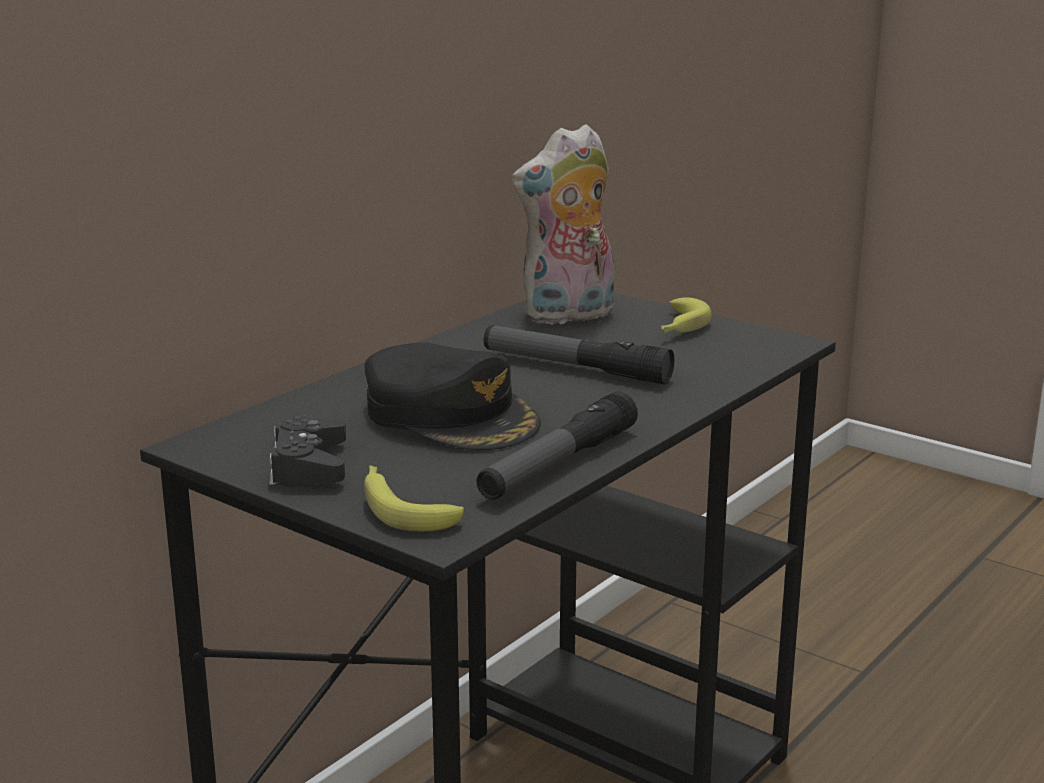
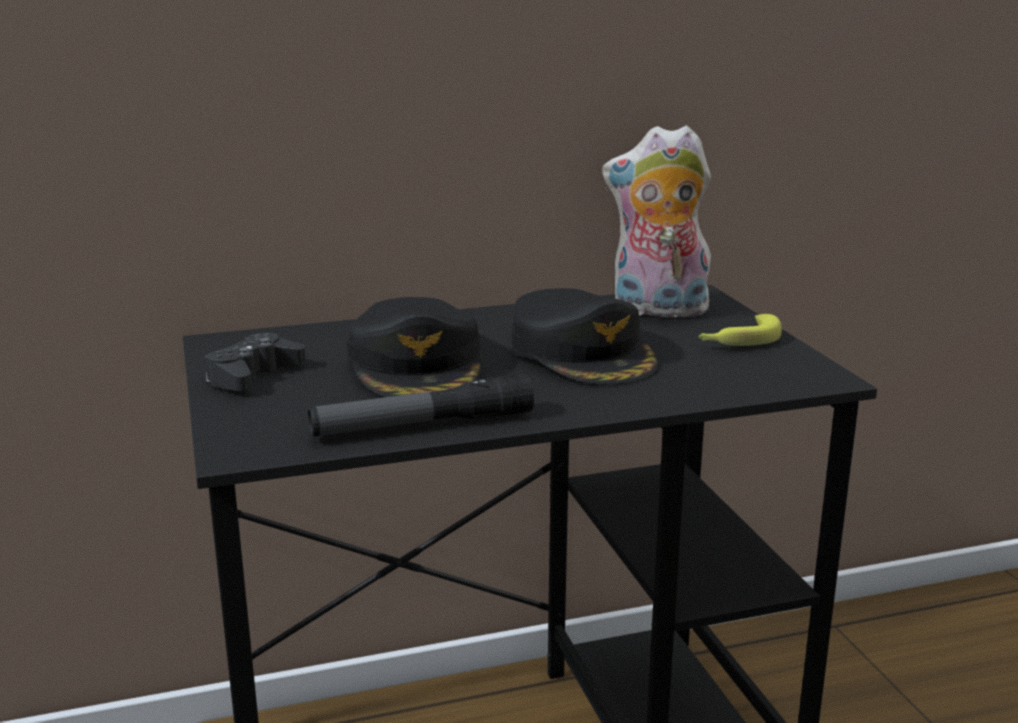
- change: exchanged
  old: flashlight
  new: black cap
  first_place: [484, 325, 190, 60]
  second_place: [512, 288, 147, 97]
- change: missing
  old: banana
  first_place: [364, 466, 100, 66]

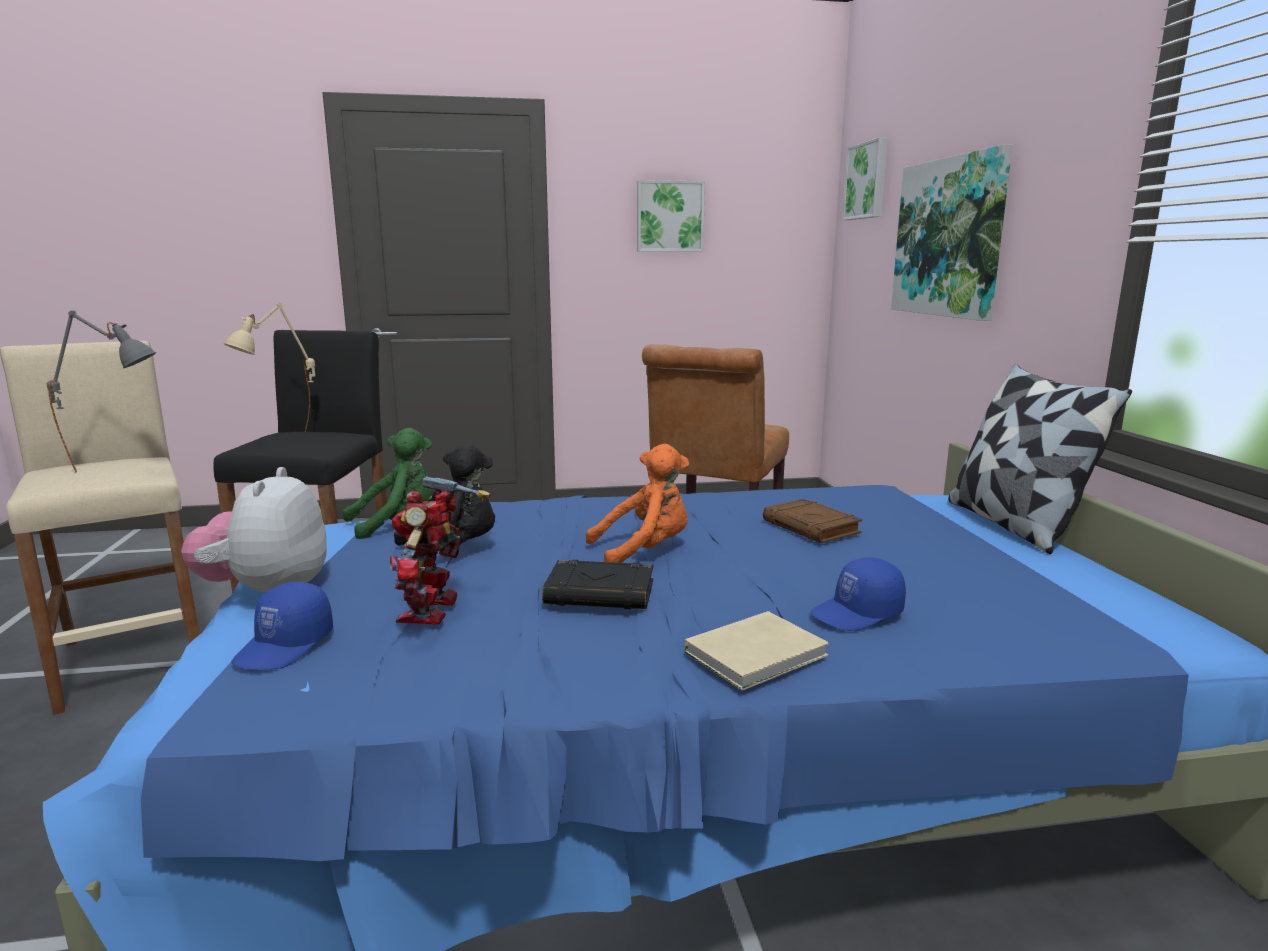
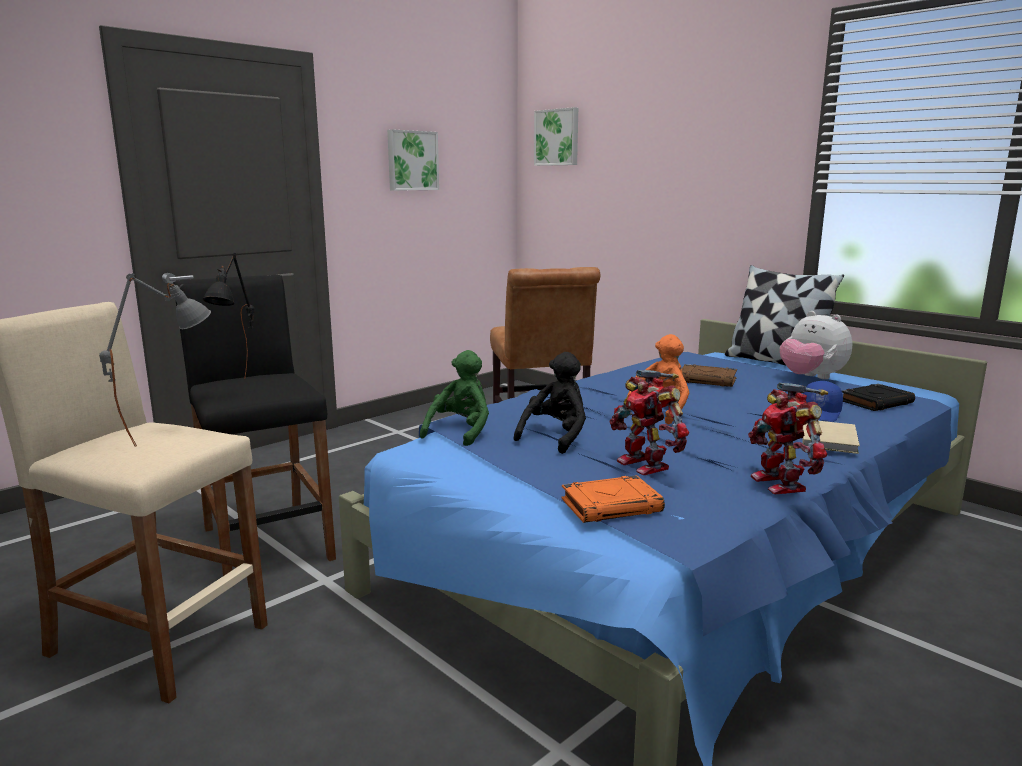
- change: missing
  old: picture
  first_place: [891, 144, 122, 177]
- change: colour
  old: beige table lamp
  new: black table lamp
  first_place: [224, 303, 91, 130]
  second_place: [203, 252, 52, 127]
- change: relocated
  old: plush toy
  first_place: [181, 467, 146, 125]
  second_place: [780, 311, 72, 68]
- change: relocated
  old: black book
  first_place: [542, 560, 111, 49]
  second_place: [842, 384, 73, 27]
- change: exchanged
  old: blue cap
  new: orange book
  first_place: [231, 582, 102, 88]
  second_place: [561, 475, 104, 48]
- change: appeared
  new: toy robot
  second_place: [748, 383, 80, 111]

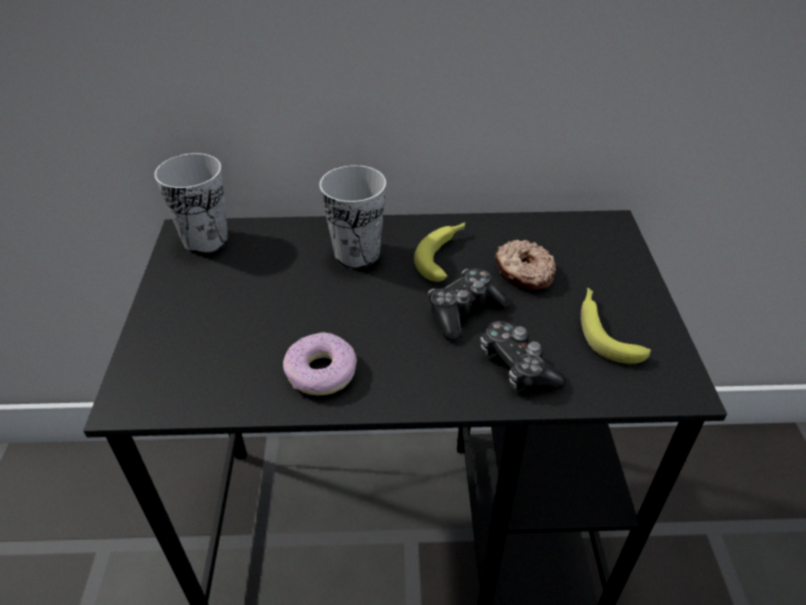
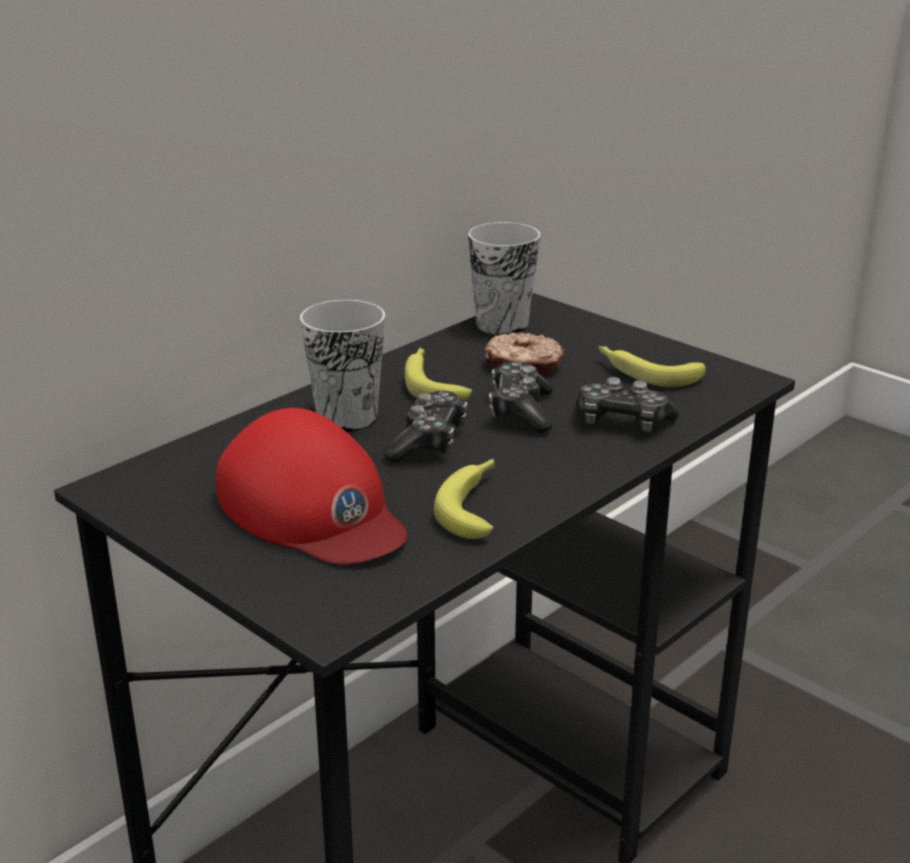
- change: relocated
  old: cup
  first_place: [154, 153, 74, 101]
  second_place: [468, 222, 72, 113]
- change: exchanged
  old: donut
  new: banana
  first_place: [283, 332, 74, 63]
  second_place: [434, 459, 61, 80]
- change: appeared
  new: game controller
  second_place: [384, 391, 83, 71]
- change: appeared
  new: red cap
  second_place: [216, 408, 192, 156]

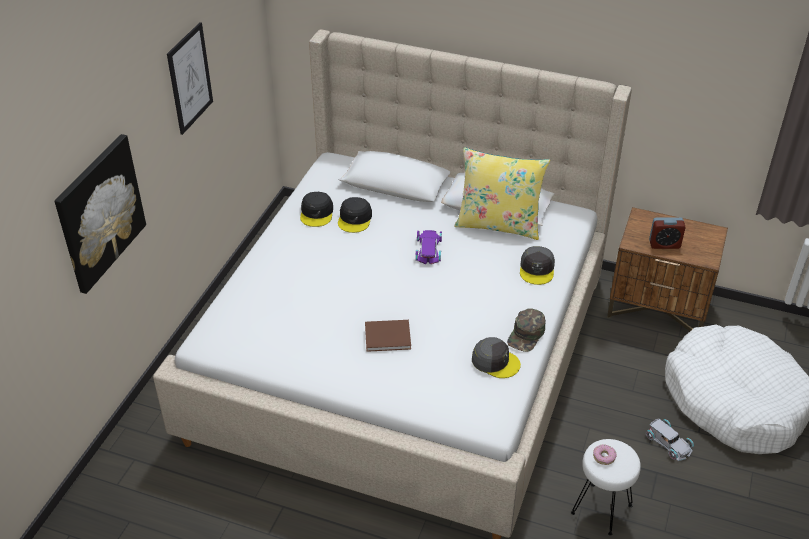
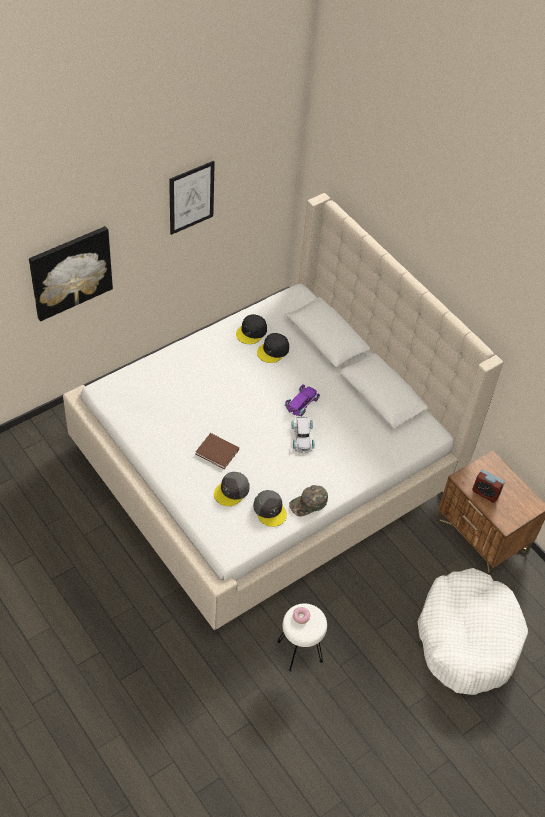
- change: missing
  old: yellow pillow
  first_place: [454, 147, 96, 93]
- change: relocated
  old: grey cap
  first_place: [520, 246, 35, 39]
  second_place: [214, 472, 35, 34]
- change: relocated
  old: white toy car
  first_place: [645, 419, 49, 42]
  second_place: [292, 416, 23, 37]

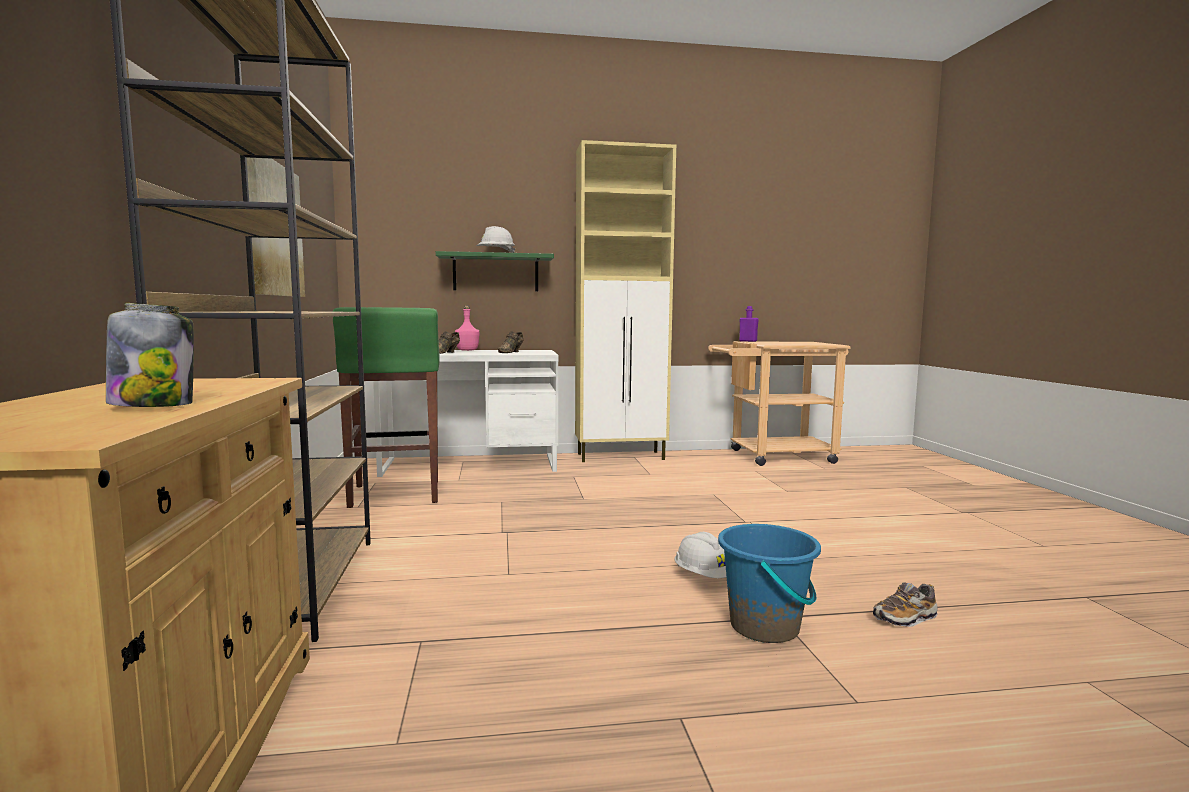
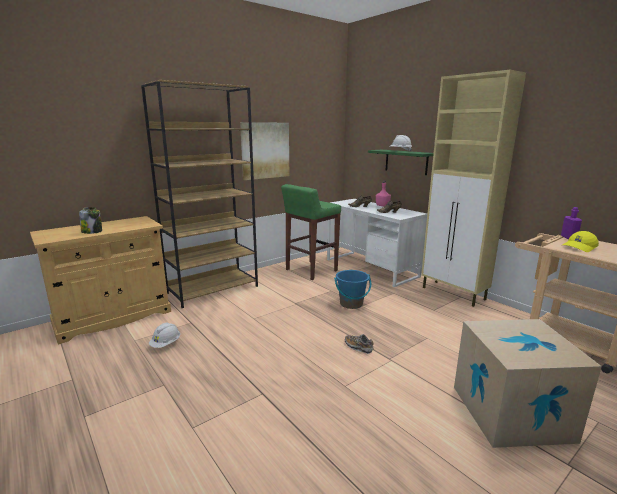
- change: relocated
  old: blue bucket
  first_place: [718, 524, 103, 119]
  second_place: [334, 270, 37, 39]
- change: relocated
  old: white hard hat
  first_place: [674, 532, 52, 46]
  second_place: [149, 323, 31, 25]
- change: relocated
  old: shoe
  first_place: [873, 582, 65, 45]
  second_place: [345, 334, 29, 20]
- change: appeared
  new: yellow cap
  second_place: [561, 231, 38, 21]
- change: appeared
  new: cardboard box
  second_place: [454, 319, 148, 129]

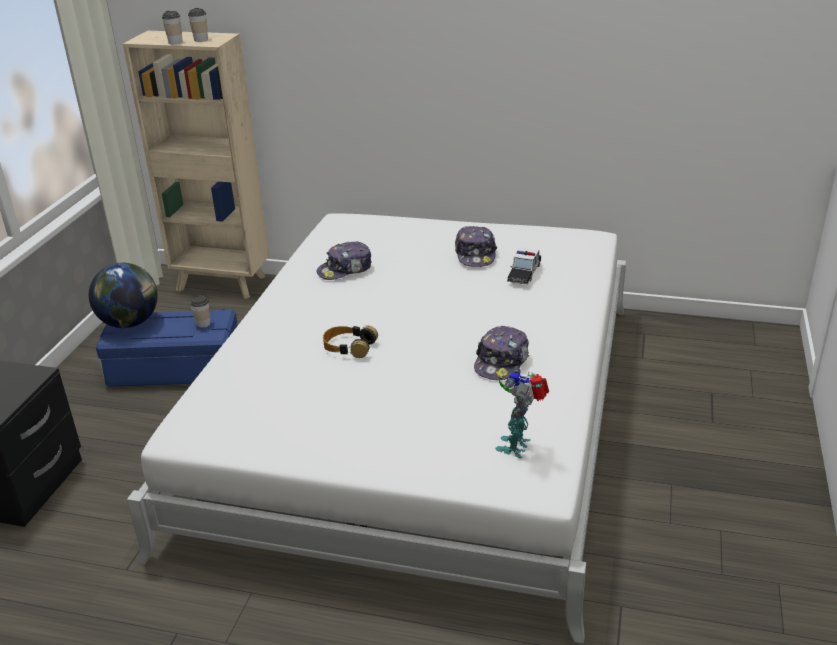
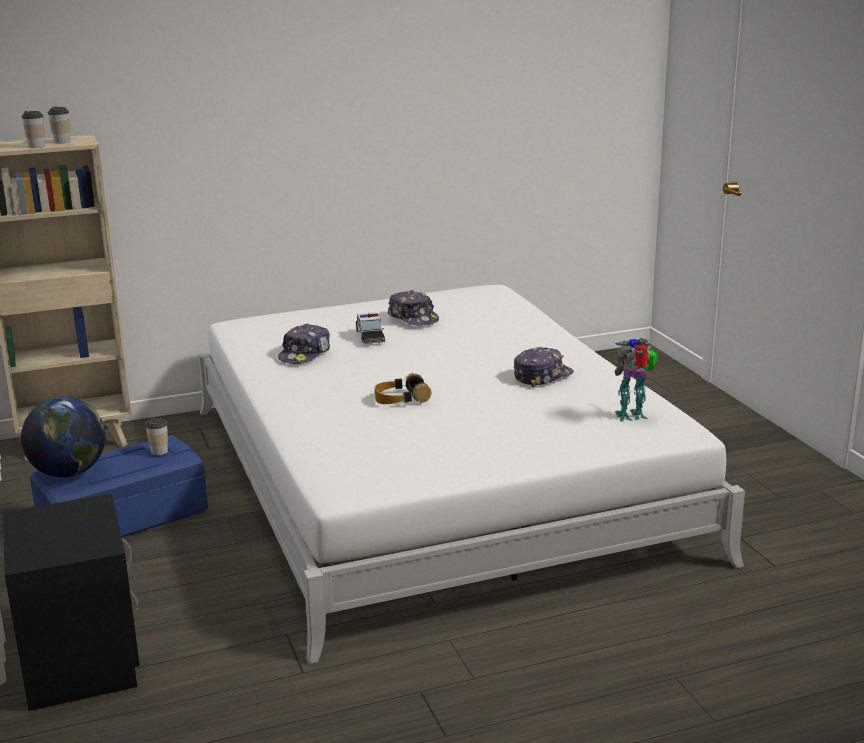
- change: relocated
  old: toy car
  first_place: [507, 247, 34, 37]
  second_place: [356, 312, 30, 32]
- change: spun
  old: cap
  first_place: [474, 326, 55, 54]
  second_place: [514, 347, 60, 40]
  degrees: -120
- change: spun
  old: toy robot
  first_place: [495, 366, 54, 93]
  second_place: [615, 338, 44, 84]
  degrees: 90

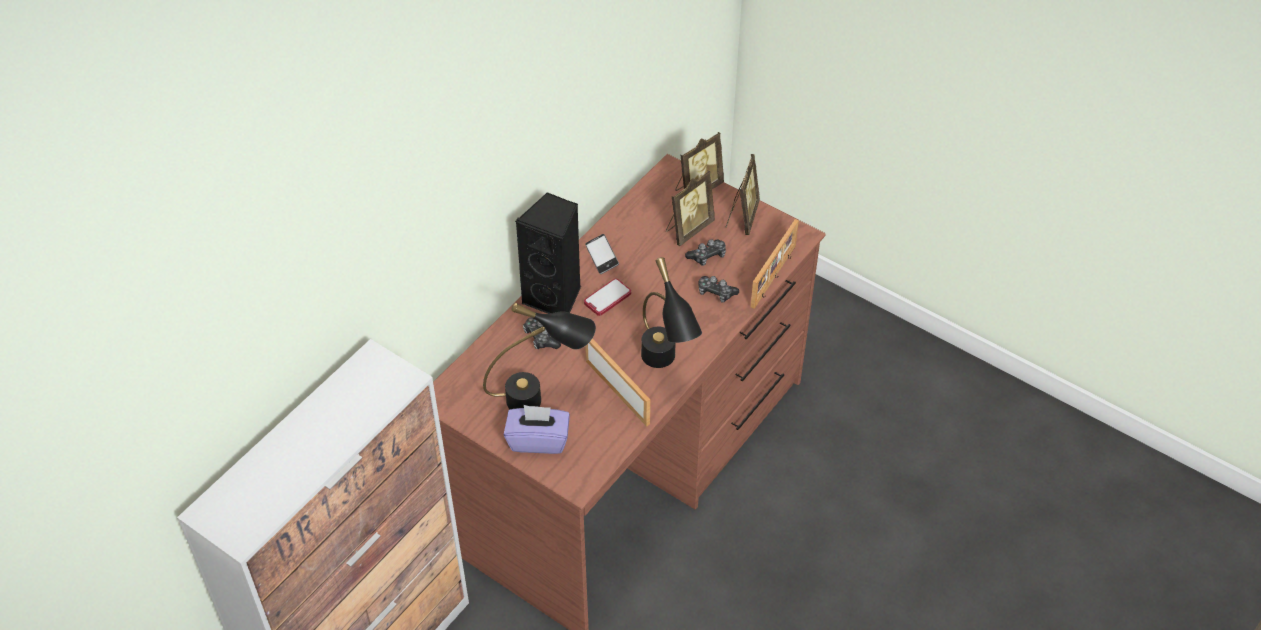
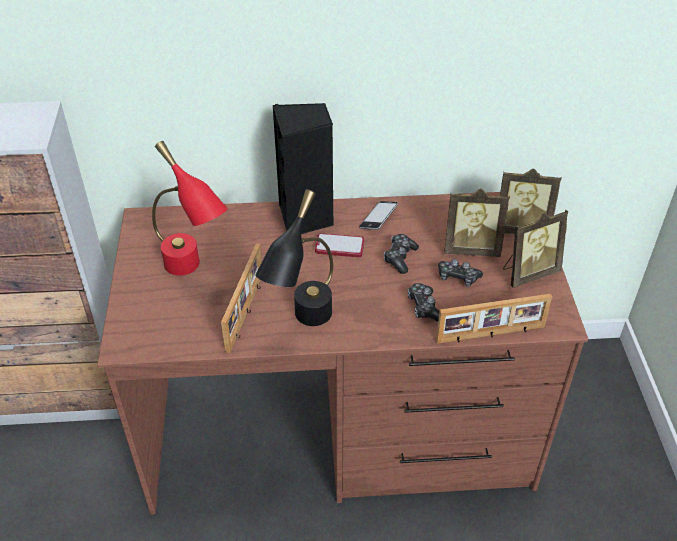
- change: colour
  old: black table lamp
  new: red table lamp
  first_place: [483, 303, 113, 106]
  second_place: [152, 141, 76, 135]
- change: relocated
  old: game controller
  first_place: [523, 317, 38, 32]
  second_place: [384, 234, 35, 40]
- change: missing
  old: purple tissue box
  first_place: [504, 405, 66, 49]

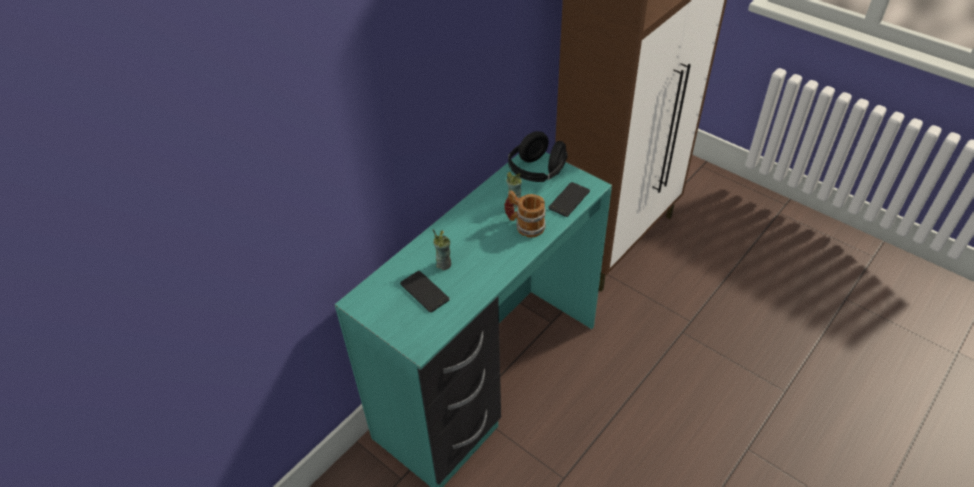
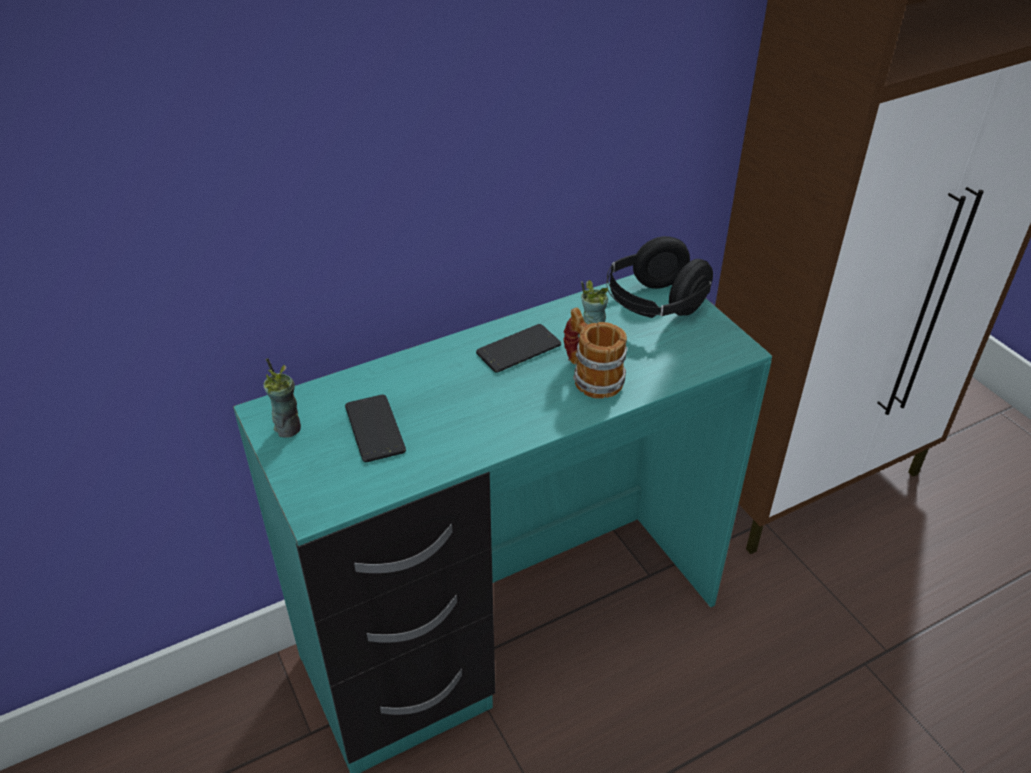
- change: relocated
  old: phone
  first_place: [548, 182, 42, 35]
  second_place: [476, 324, 85, 49]
- change: relocated
  old: cup
  first_place: [433, 229, 18, 41]
  second_place: [263, 358, 38, 80]

